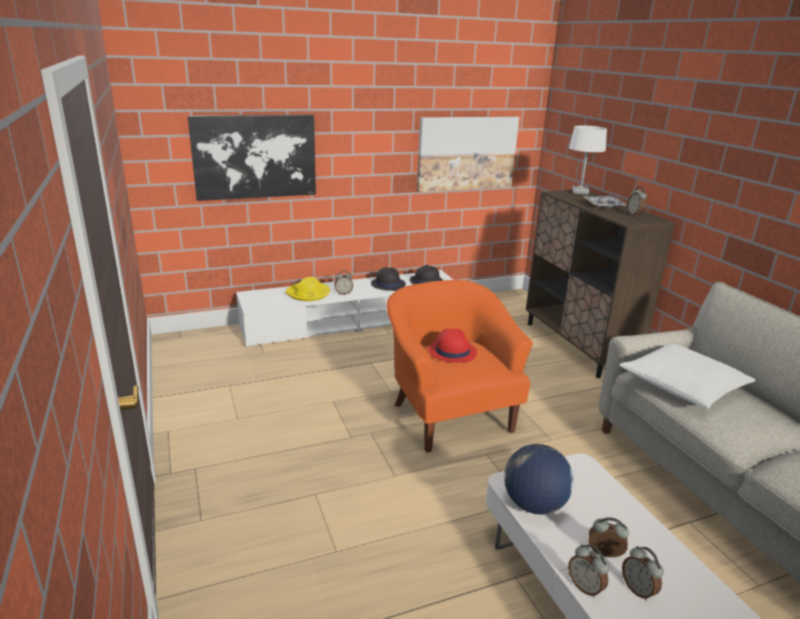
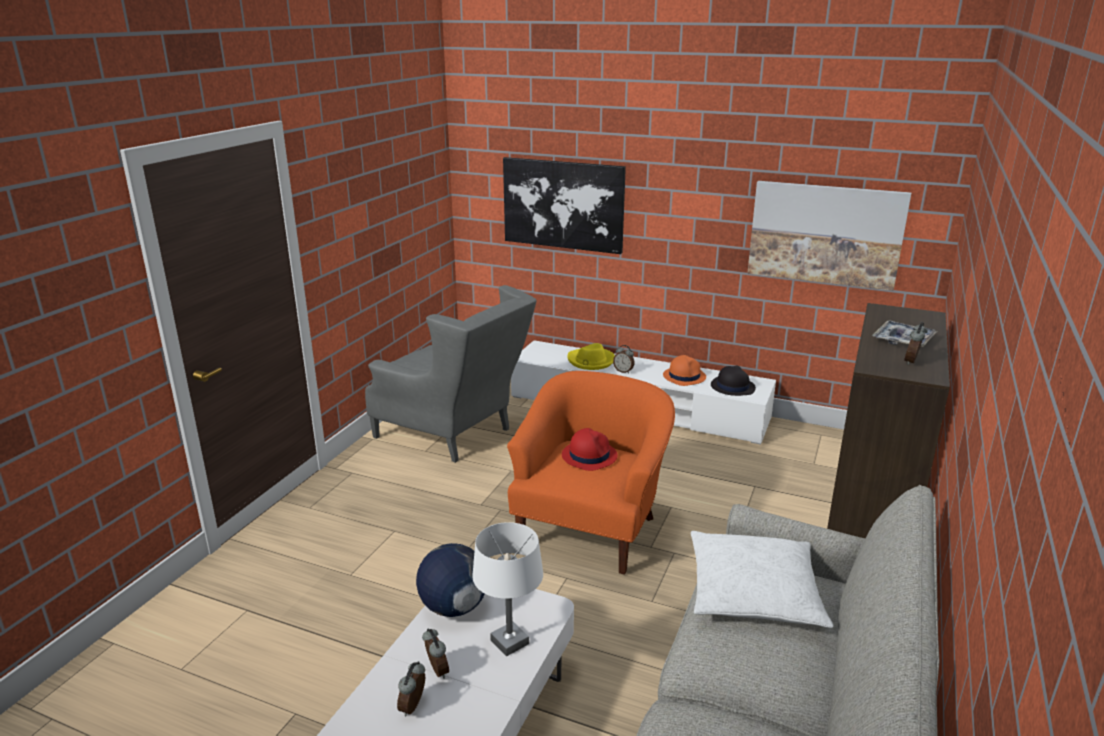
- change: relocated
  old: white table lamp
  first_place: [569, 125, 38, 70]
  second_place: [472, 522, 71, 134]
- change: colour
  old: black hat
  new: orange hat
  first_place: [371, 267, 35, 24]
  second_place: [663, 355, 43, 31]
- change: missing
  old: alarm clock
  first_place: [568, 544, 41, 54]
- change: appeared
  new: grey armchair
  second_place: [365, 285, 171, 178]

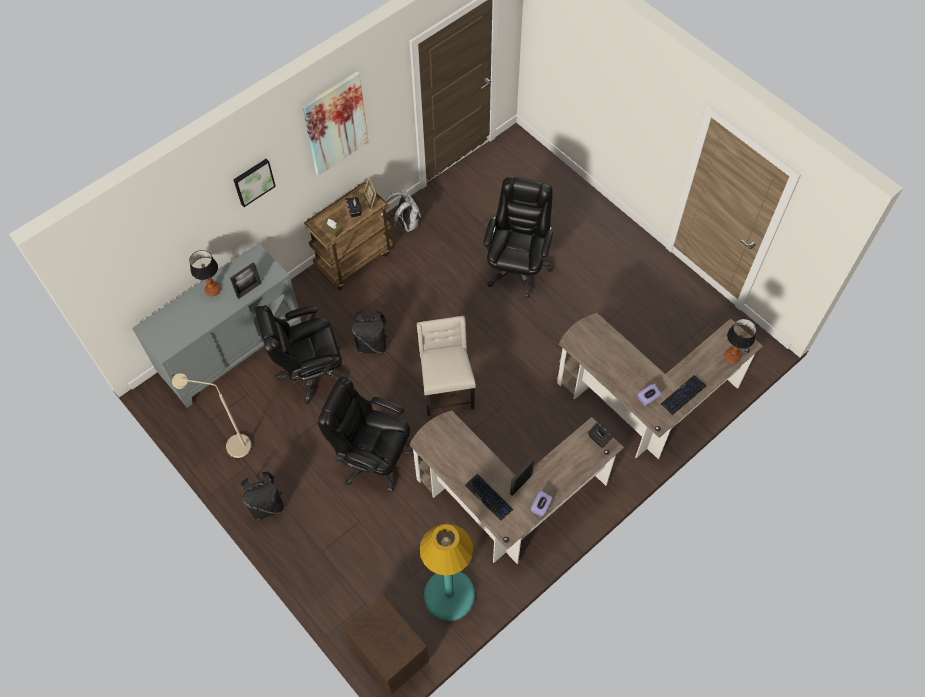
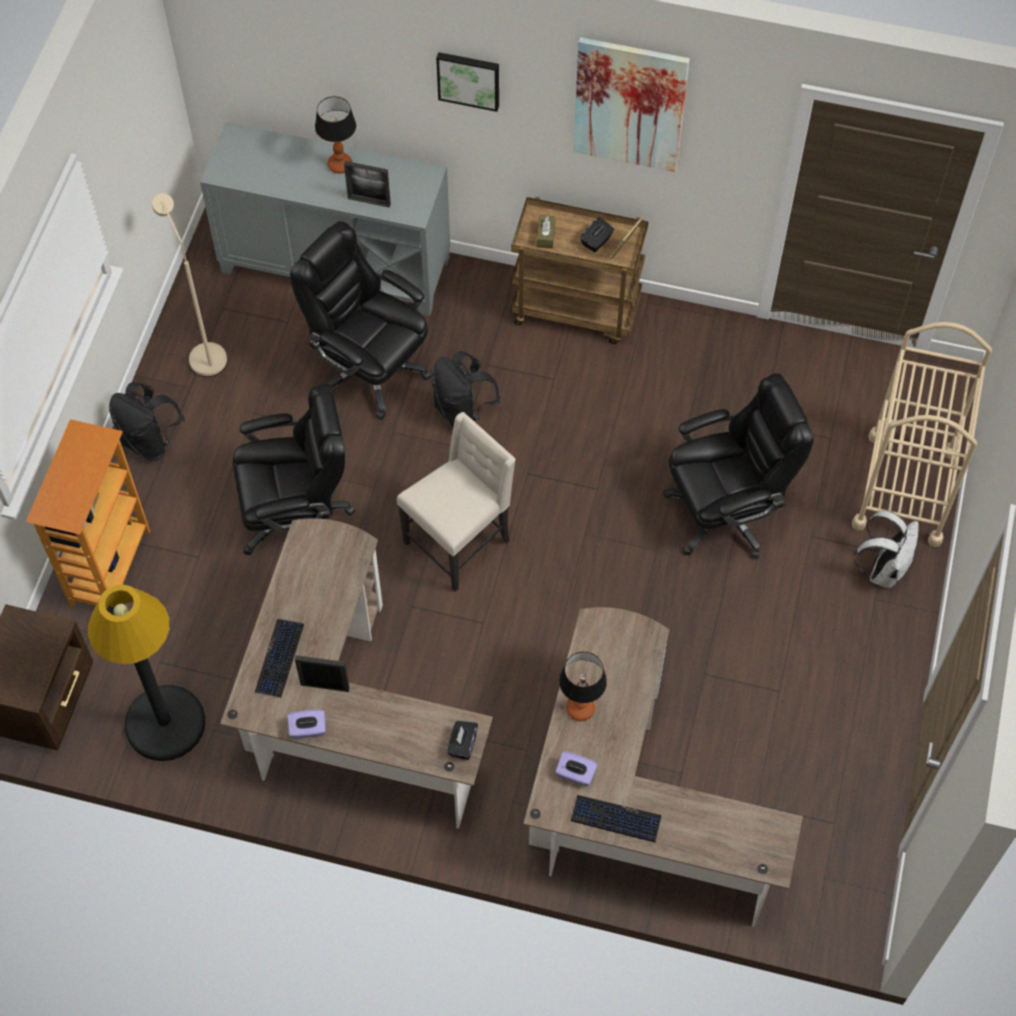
- change: relocated
  old: white backpack
  first_place: [385, 188, 36, 44]
  second_place: [853, 510, 66, 78]
- change: relocated
  old: table lamp
  first_place: [724, 319, 32, 44]
  second_place: [559, 652, 48, 69]
- change: spun
  old: black office chair
  first_place: [318, 377, 96, 115]
  second_place: [233, 383, 122, 172]
  degrees: 90
- change: colour
  old: turquoise floor lamp
  new: black floor lamp
  first_place: [419, 523, 56, 98]
  second_place: [88, 584, 117, 177]
- change: appeared
  new: beige cart
  second_place: [852, 322, 140, 225]
- change: appeared
  new: bookcase
  second_place: [26, 419, 124, 187]

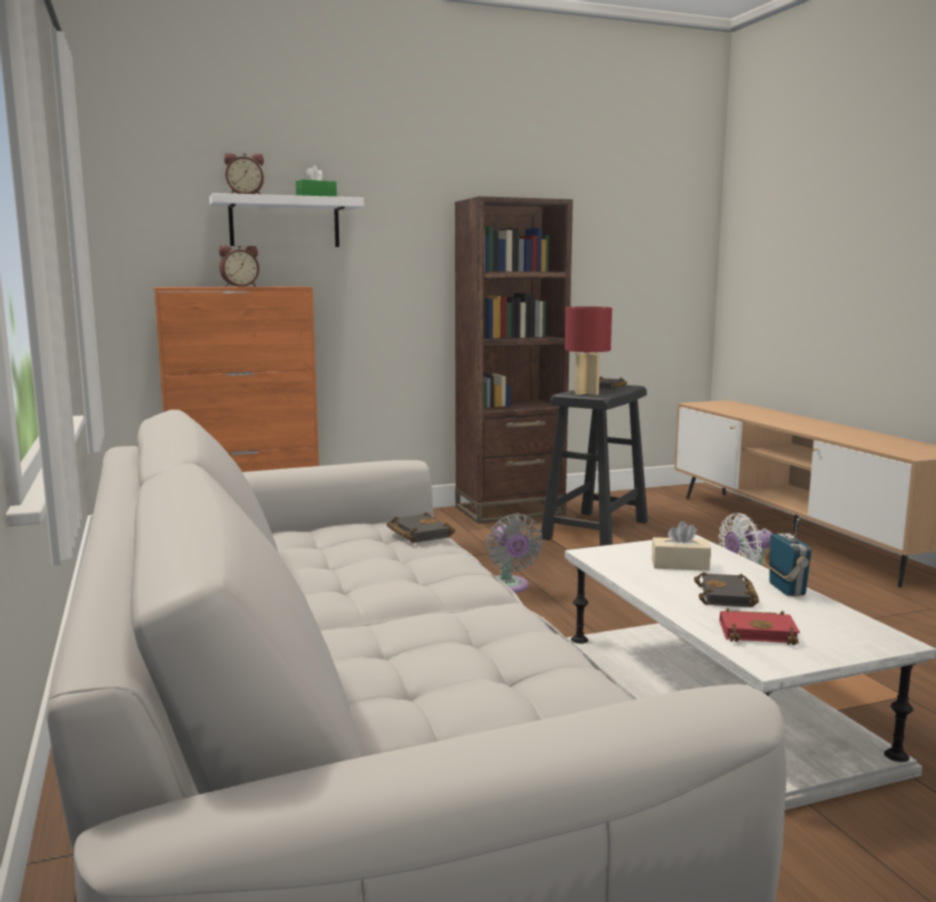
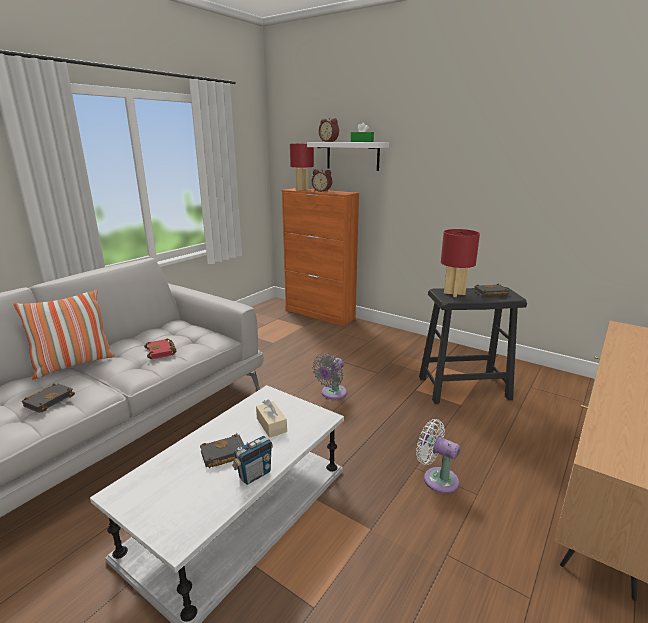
- change: missing
  old: brown bookcase
  first_place: [455, 196, 118, 328]
- change: relocated
  old: black book
  first_place: [387, 512, 68, 31]
  second_place: [22, 384, 53, 29]
- change: relocated
  old: red book
  first_place: [719, 608, 81, 37]
  second_place: [144, 339, 32, 20]
- change: appeared
  new: red table lamp
  second_place: [290, 143, 24, 47]
- change: appeared
  new: pillow
  second_place: [13, 289, 102, 91]

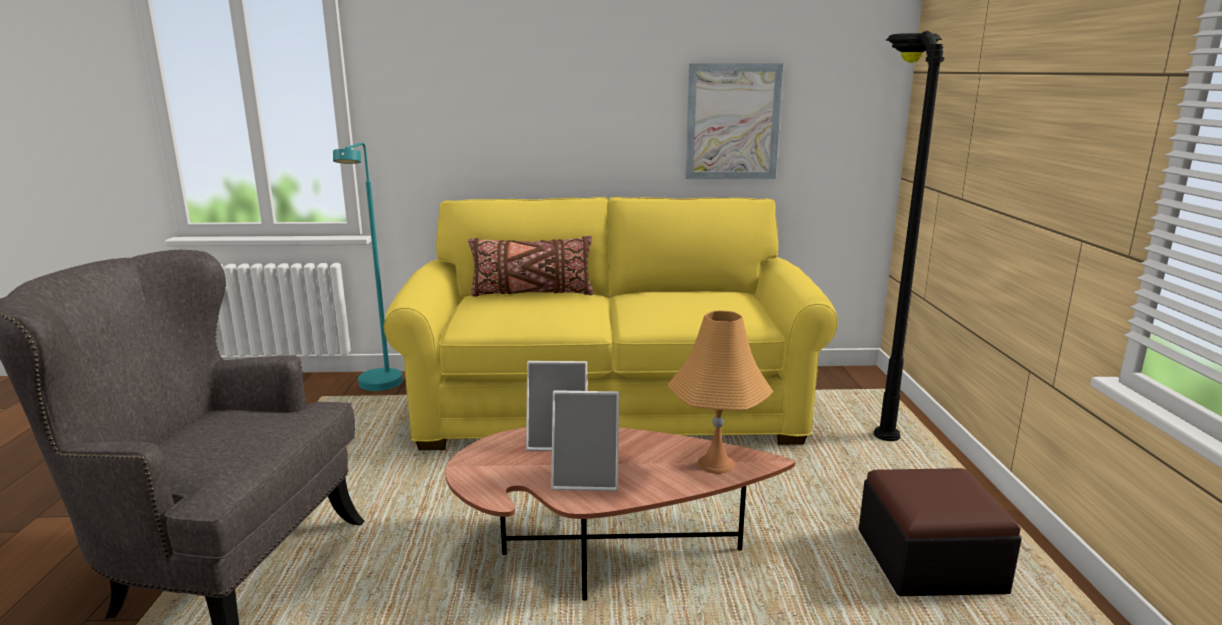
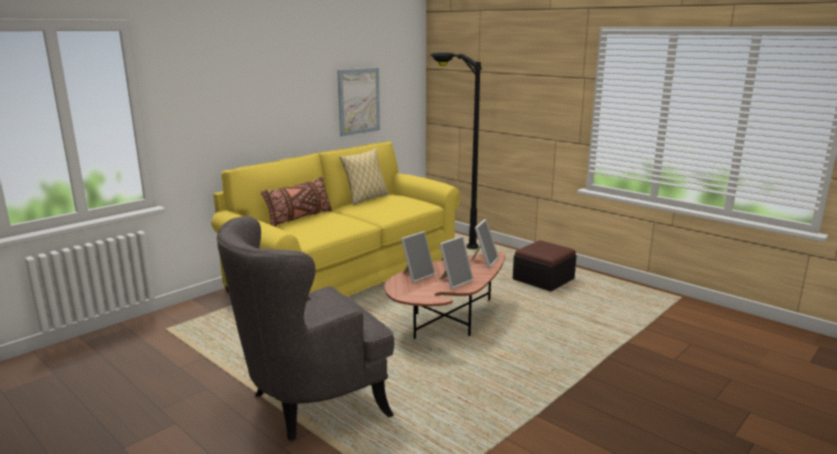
- change: missing
  old: turquoise floor lamp
  first_place: [333, 142, 70, 249]
- change: exchanged
  old: orange table lamp
  new: picture frame
  first_place: [667, 311, 107, 163]
  second_place: [470, 219, 29, 49]
- change: appeared
  new: pillow
  second_place: [339, 148, 50, 57]

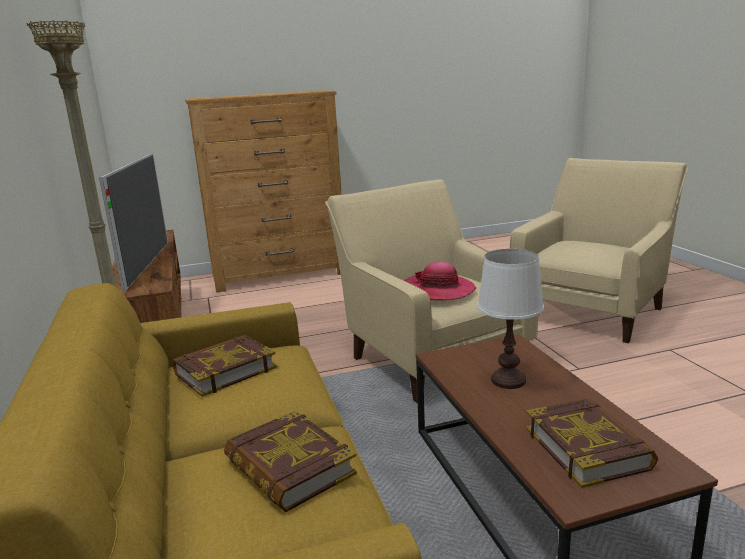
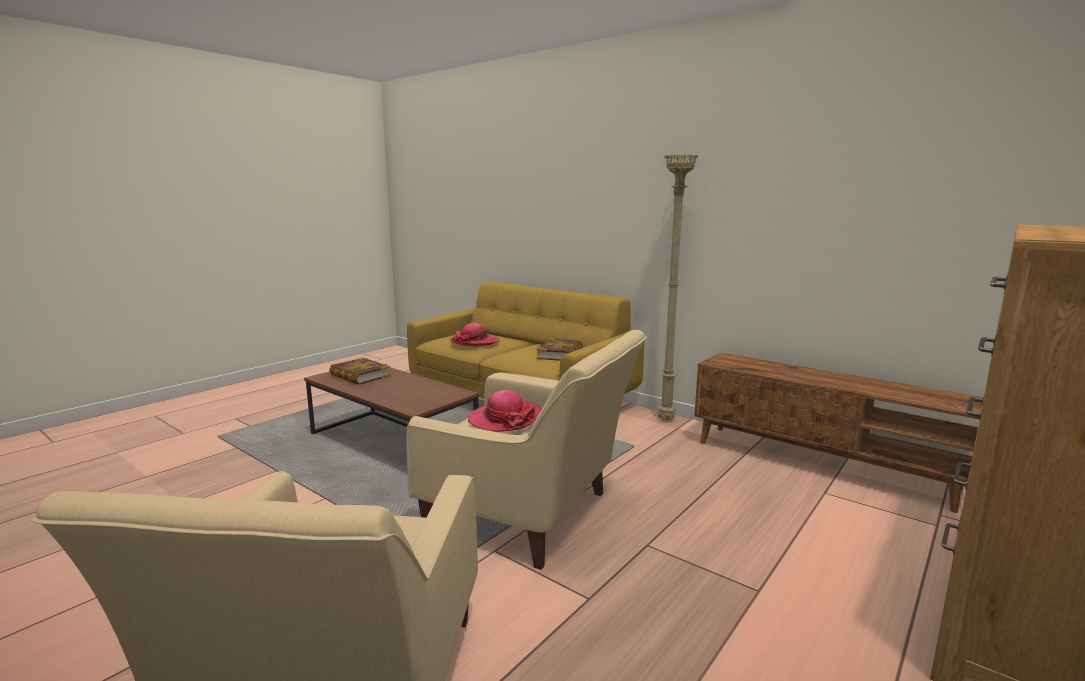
- change: missing
  old: television
  first_place: [99, 153, 69, 139]
- change: missing
  old: white table lamp
  first_place: [477, 249, 67, 140]
- change: exchanged
  old: book
  new: hat
  first_place: [224, 410, 133, 102]
  second_place: [450, 323, 50, 24]

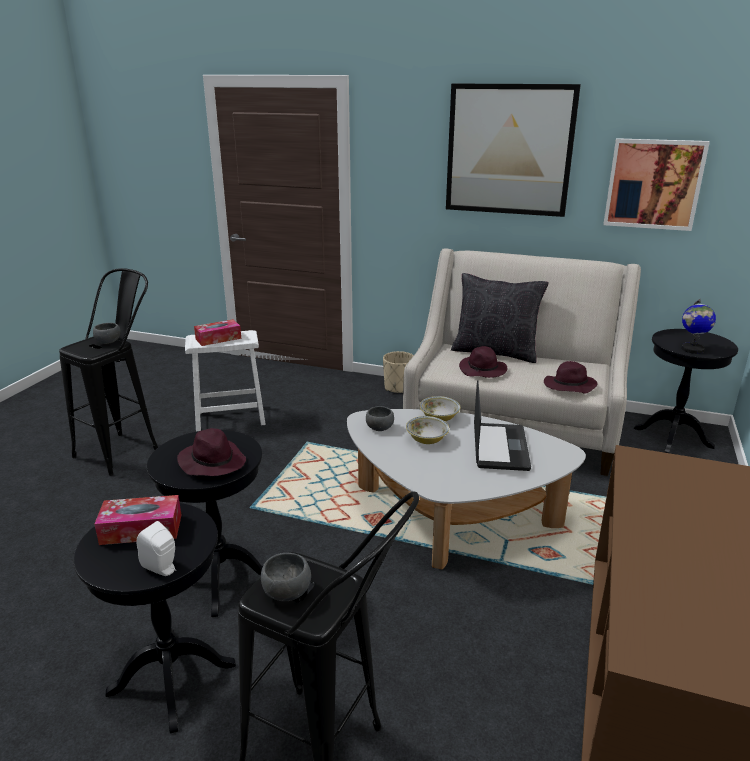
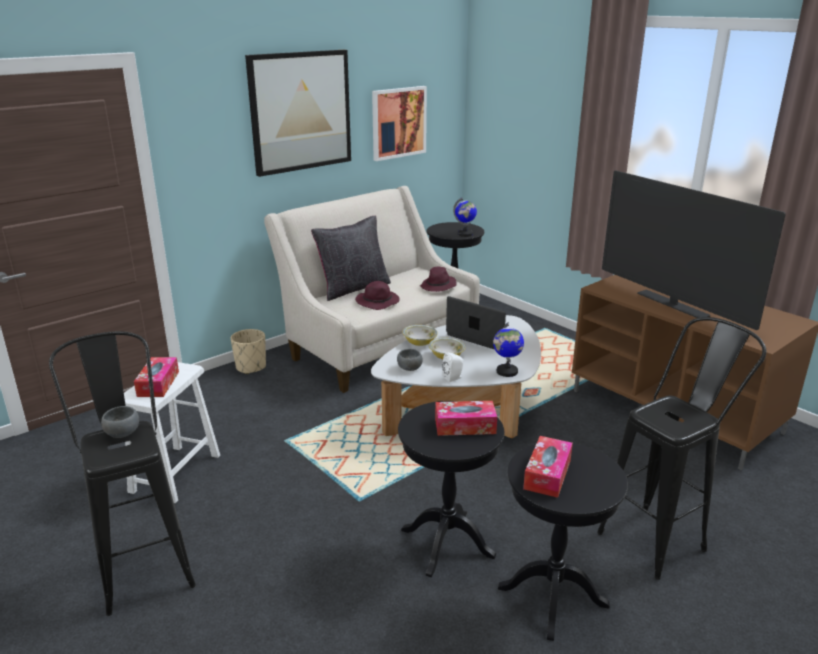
- change: exchanged
  old: purple hat
  new: tissue box
  first_place: [177, 428, 69, 48]
  second_place: [435, 401, 62, 35]
- change: relocated
  old: white speaker
  first_place: [137, 521, 39, 55]
  second_place: [442, 352, 21, 30]
- change: missing
  old: grey bowl
  first_place: [261, 553, 50, 48]
- change: appeared
  new: television
  second_place: [602, 170, 184, 160]
- change: appeared
  new: globe
  second_place: [493, 322, 31, 55]

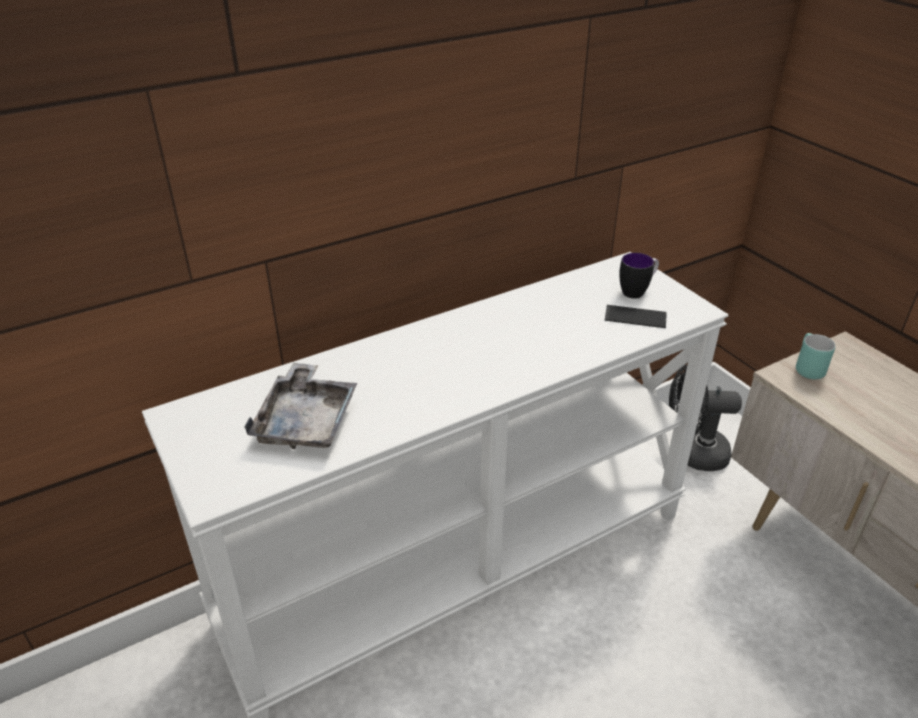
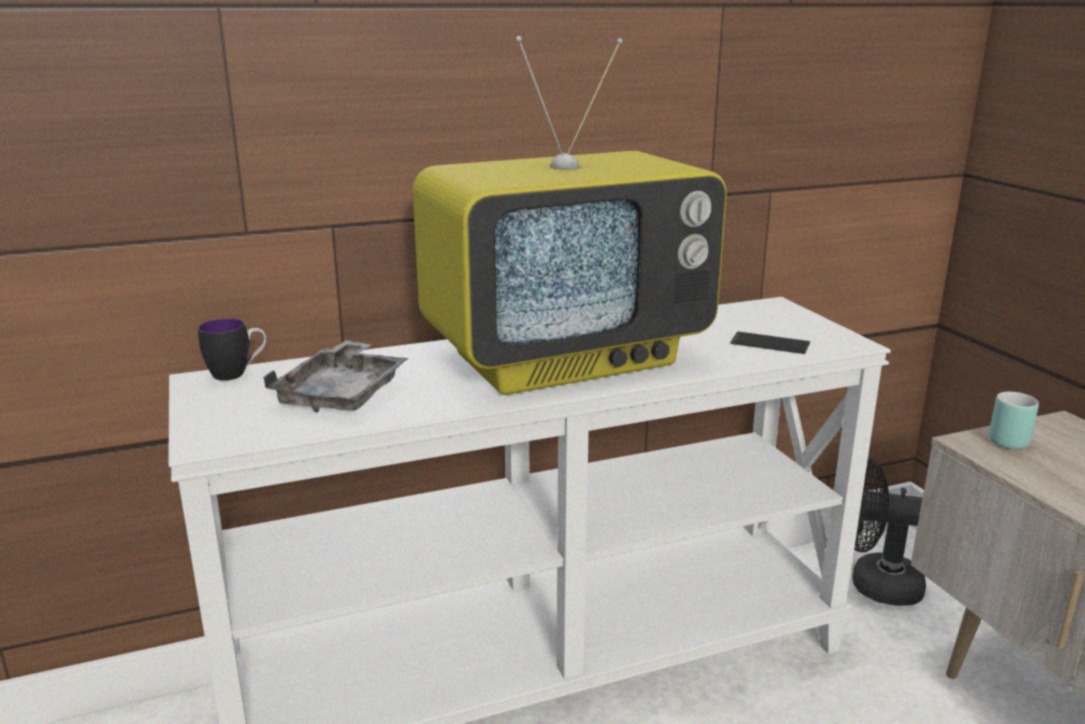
- change: relocated
  old: mug
  first_place: [619, 253, 40, 46]
  second_place: [198, 318, 68, 63]
- change: appeared
  new: television
  second_place: [413, 36, 313, 359]

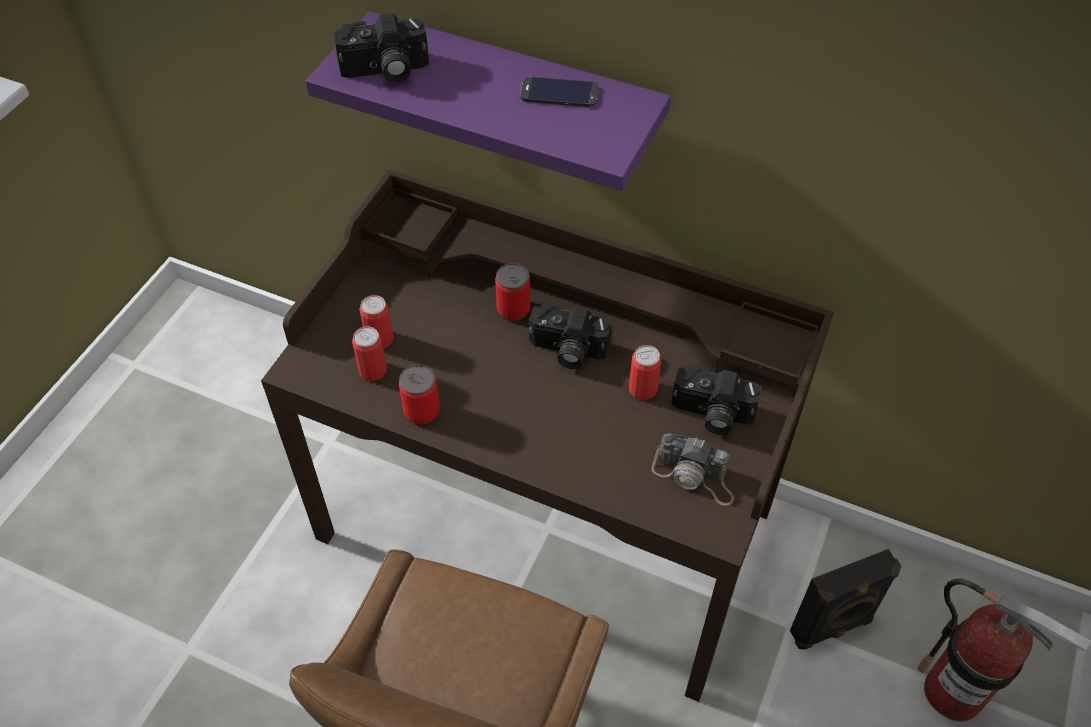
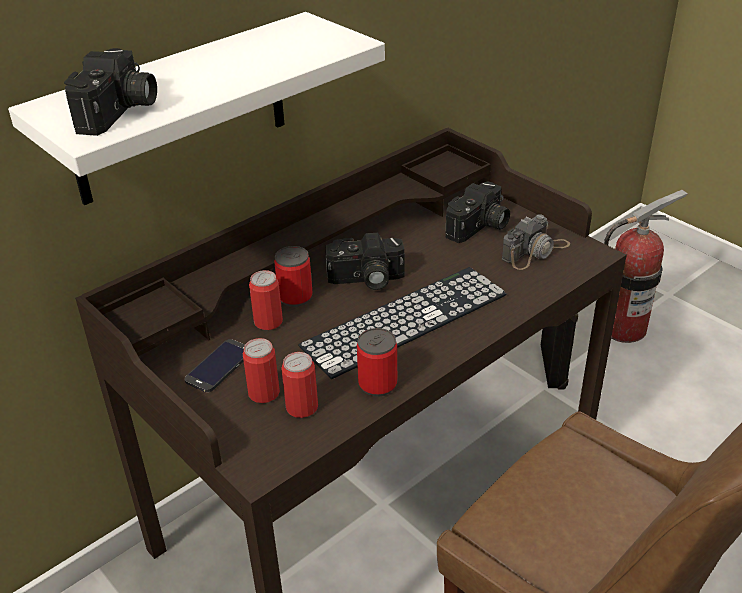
- change: colour
  old: purple shelf
  new: white shelf
  first_place: [305, 11, 366, 180]
  second_place: [8, 12, 377, 193]
- change: relocated
  old: phone
  first_place: [520, 77, 78, 30]
  second_place: [185, 339, 60, 53]
- change: spun
  old: photo camera
  first_place: [528, 303, 84, 66]
  second_place: [325, 233, 80, 57]
  degrees: 45
- change: relocated
  old: can
  first_place: [629, 345, 32, 55]
  second_place: [249, 270, 34, 60]
- change: appeared
  new: keyboard
  second_place: [298, 267, 209, 112]

